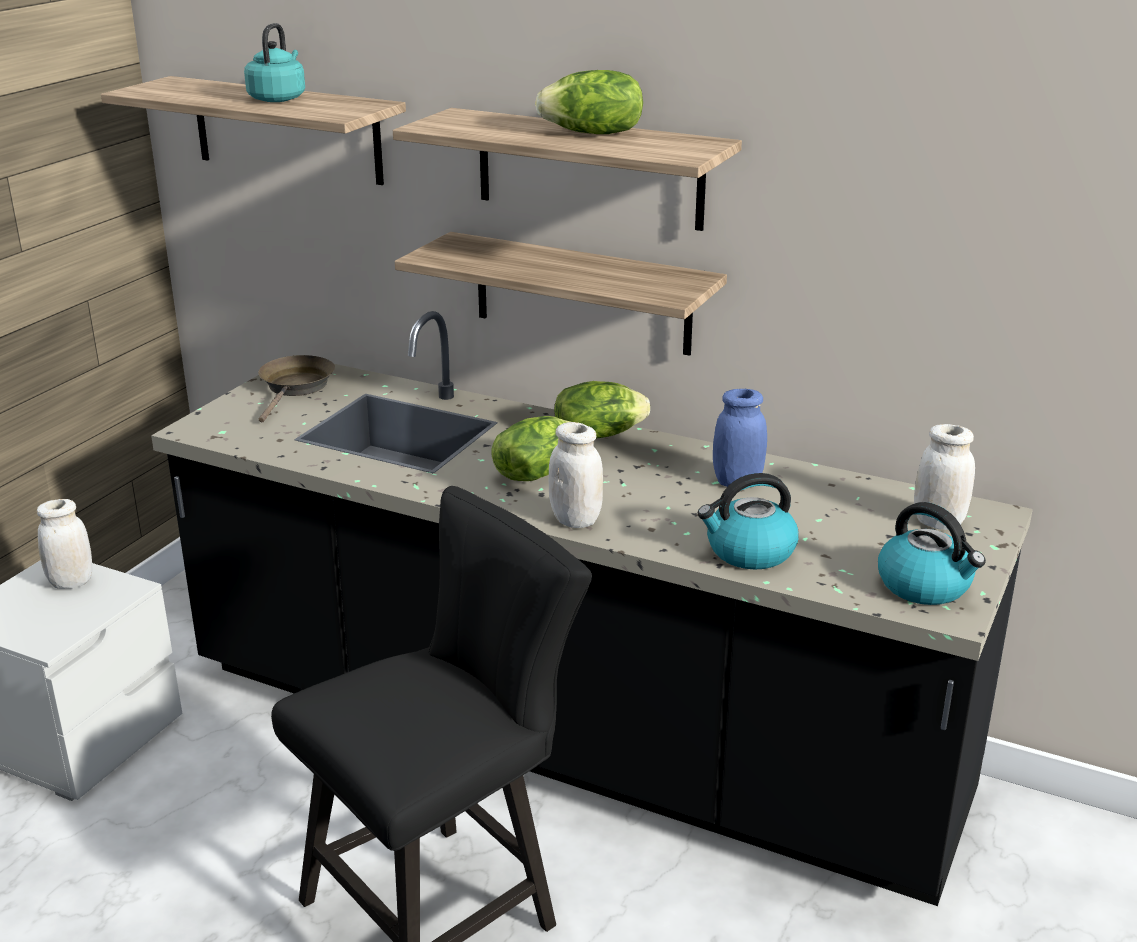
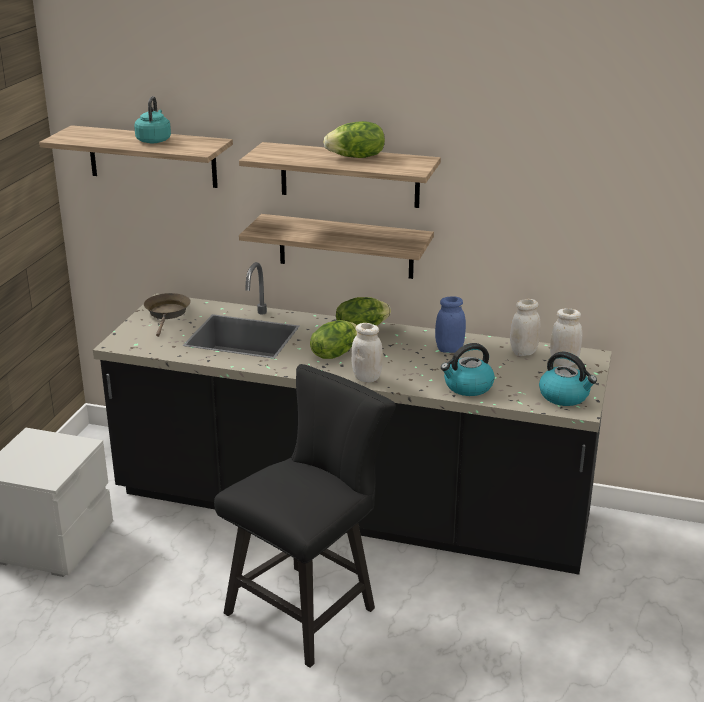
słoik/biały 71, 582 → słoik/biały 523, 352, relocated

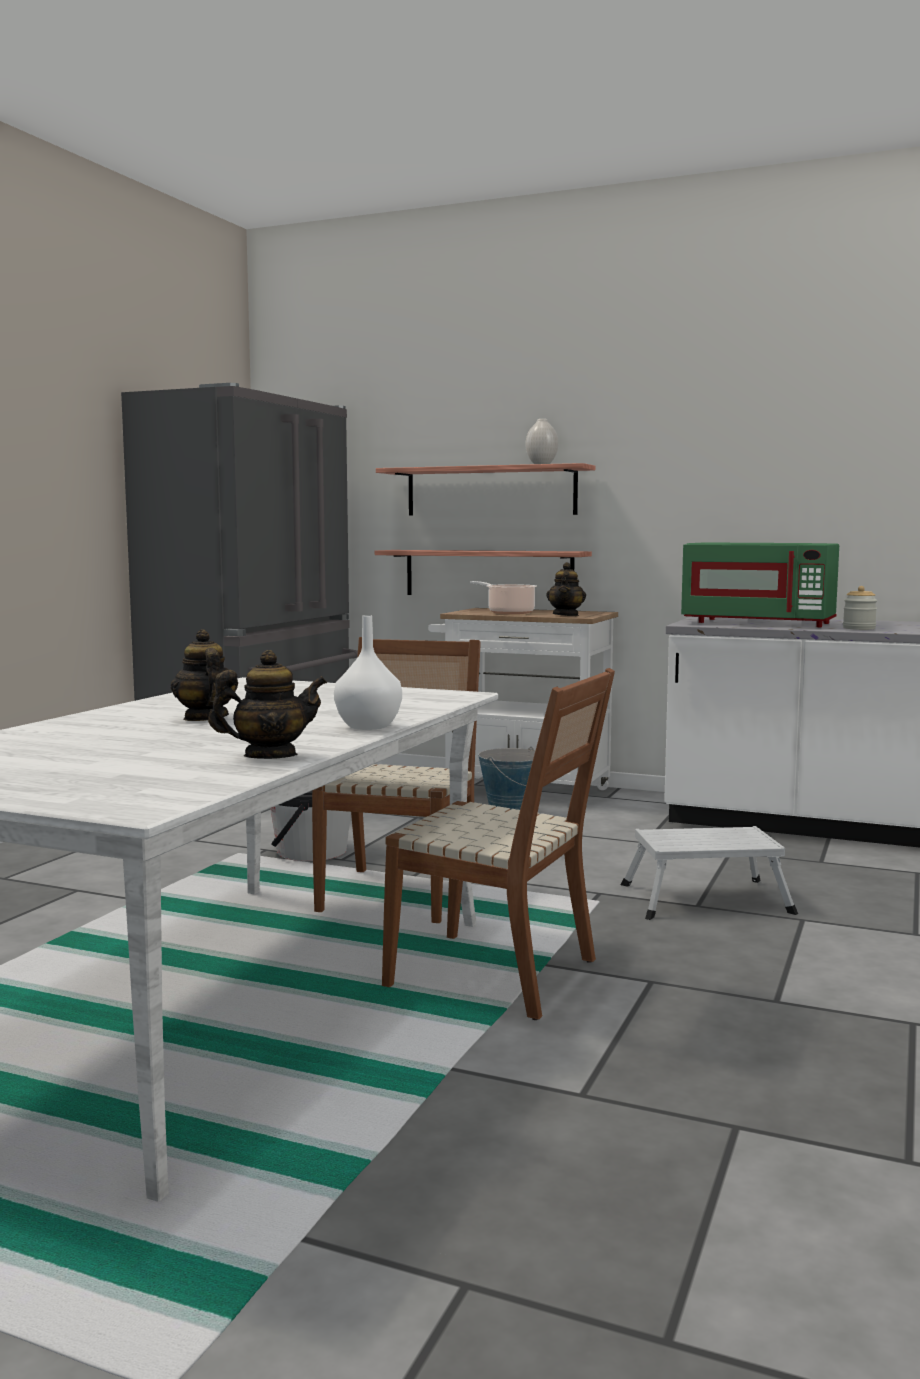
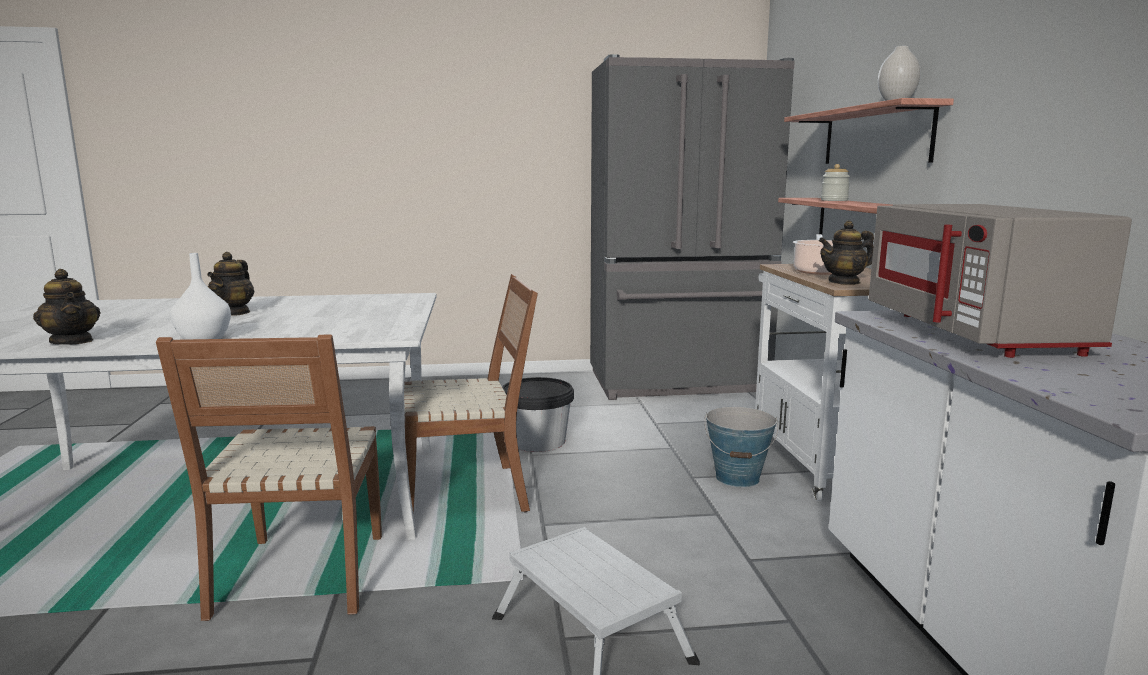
imbryk 205, 718 → imbryk 234, 313, 150 degrees clockwise
słoik 859, 628 → słoik 834, 200, relocated
mikrofalówka/zielony 759, 623 → mikrofalówka/szary 974, 332

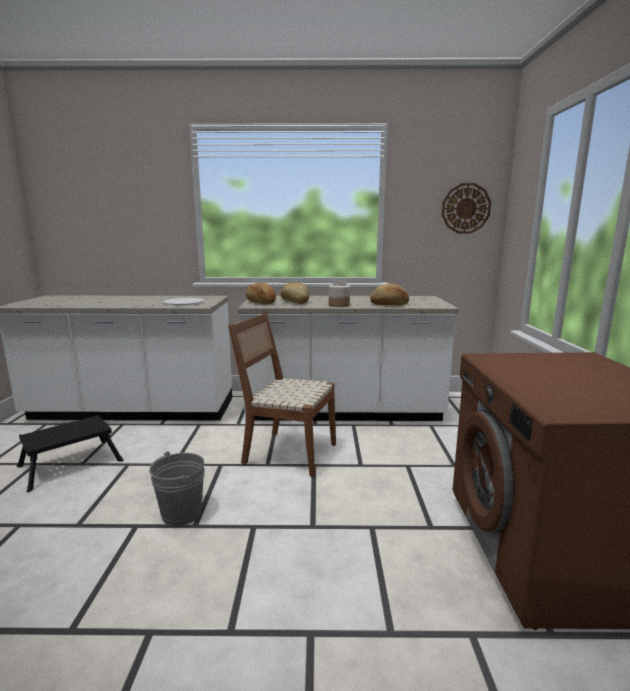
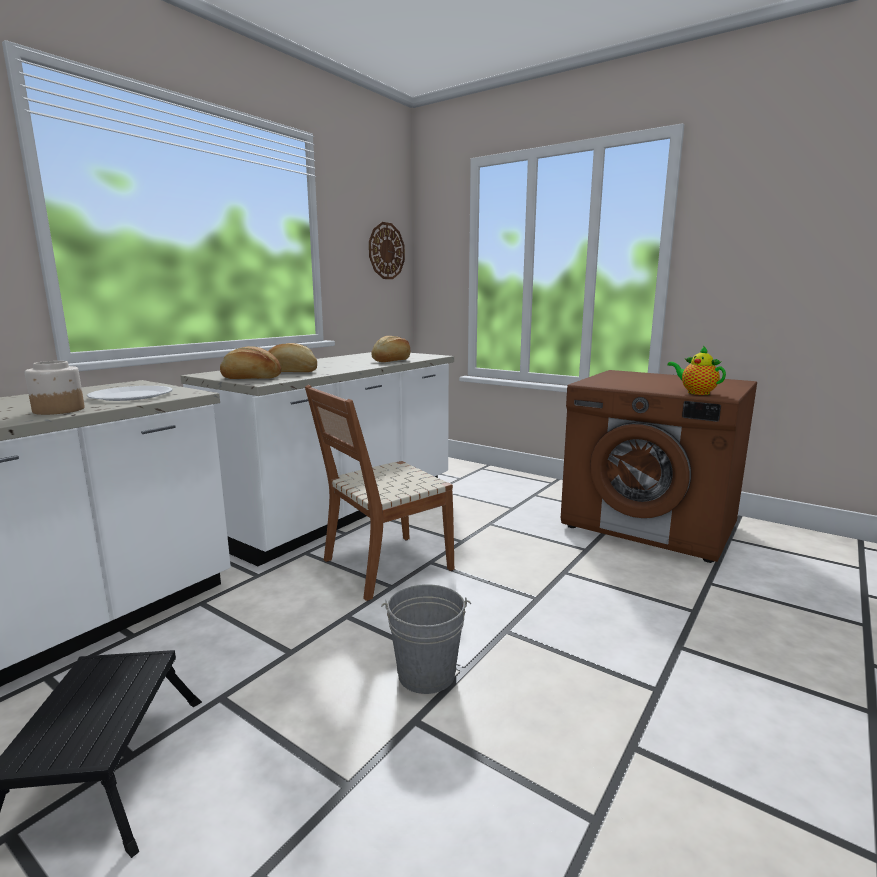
słoik 338, 305 → słoik 58, 410, relocated
- → imbryk 695, 392

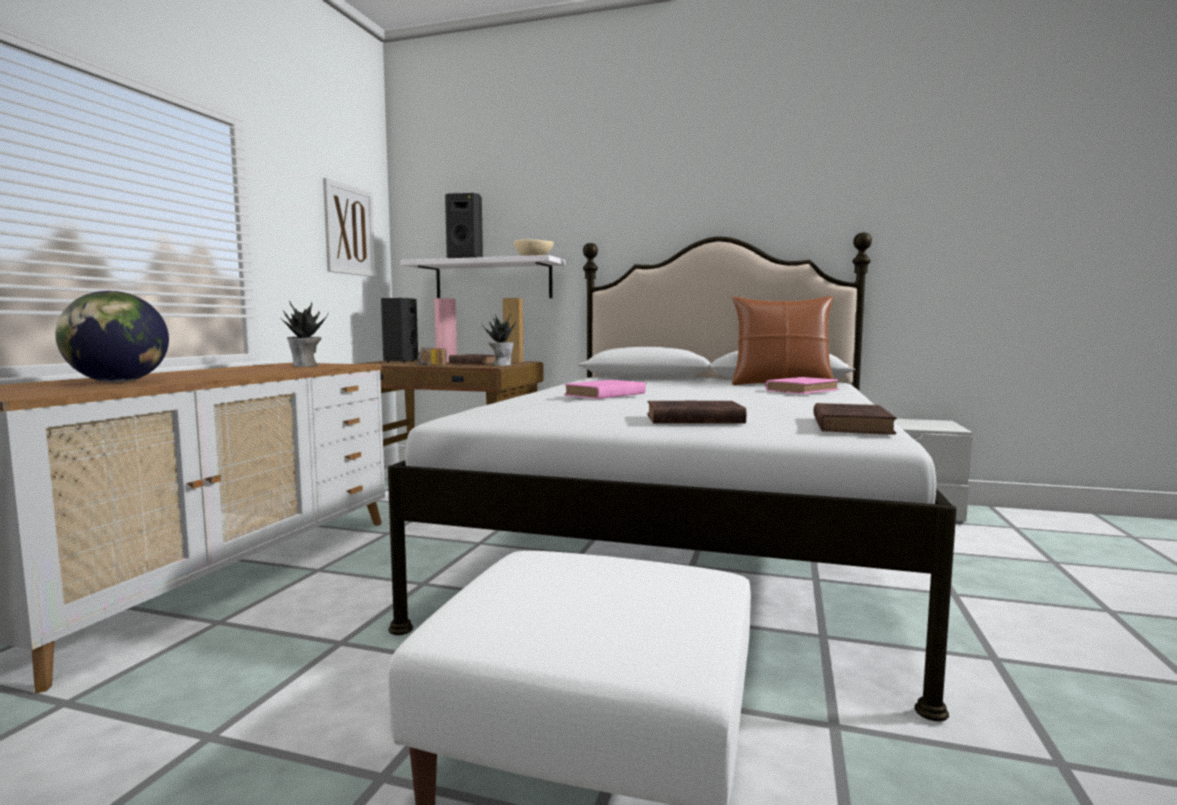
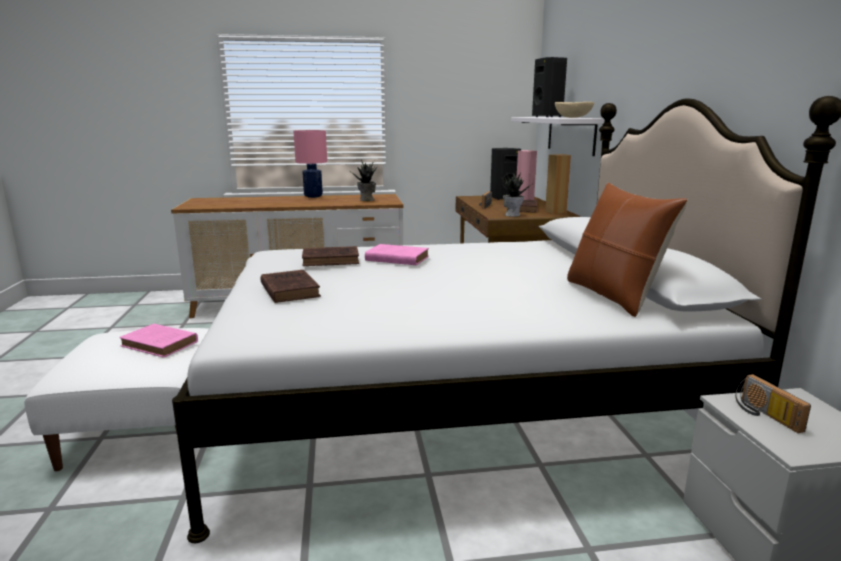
książka/różowy 803, 390 → książka/różowy 161, 344, relocated
- → lampa stołowa/różowy 313, 197
książka/brązowy 850, 425 → książka/brązowy 332, 260, relocated
- → radio 764, 415
globus 117, 382 → -
obraz 349, 230 → -

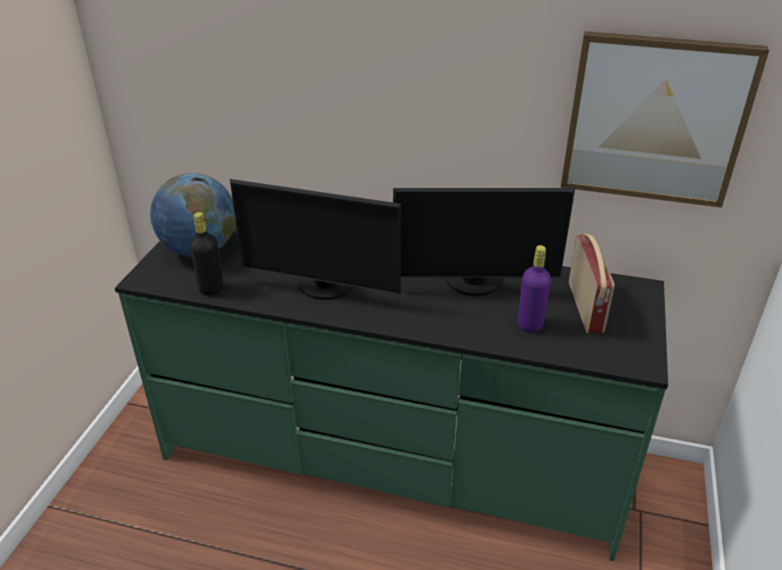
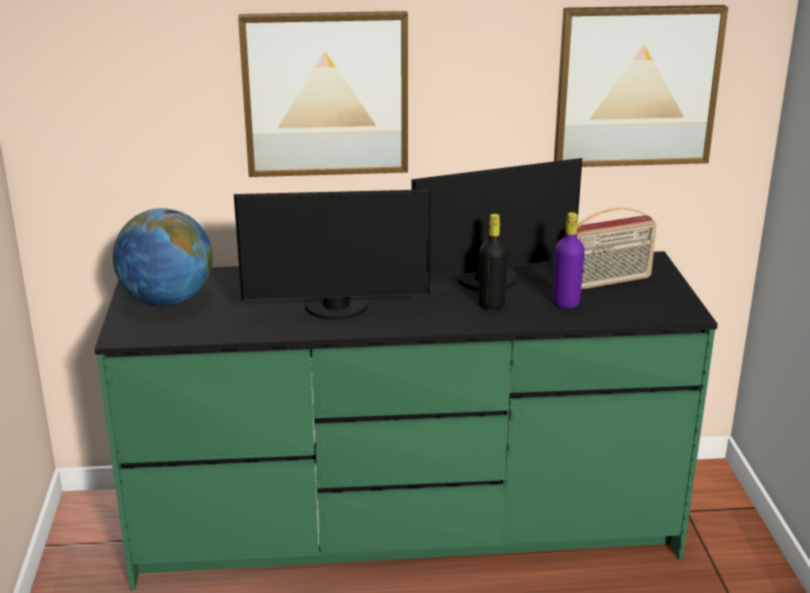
- → obraz 326, 94
butelka/czarny 211, 289 → butelka/czarny 491, 305, relocated
radio 586, 307 → radio 608, 281, 90 degrees clockwise

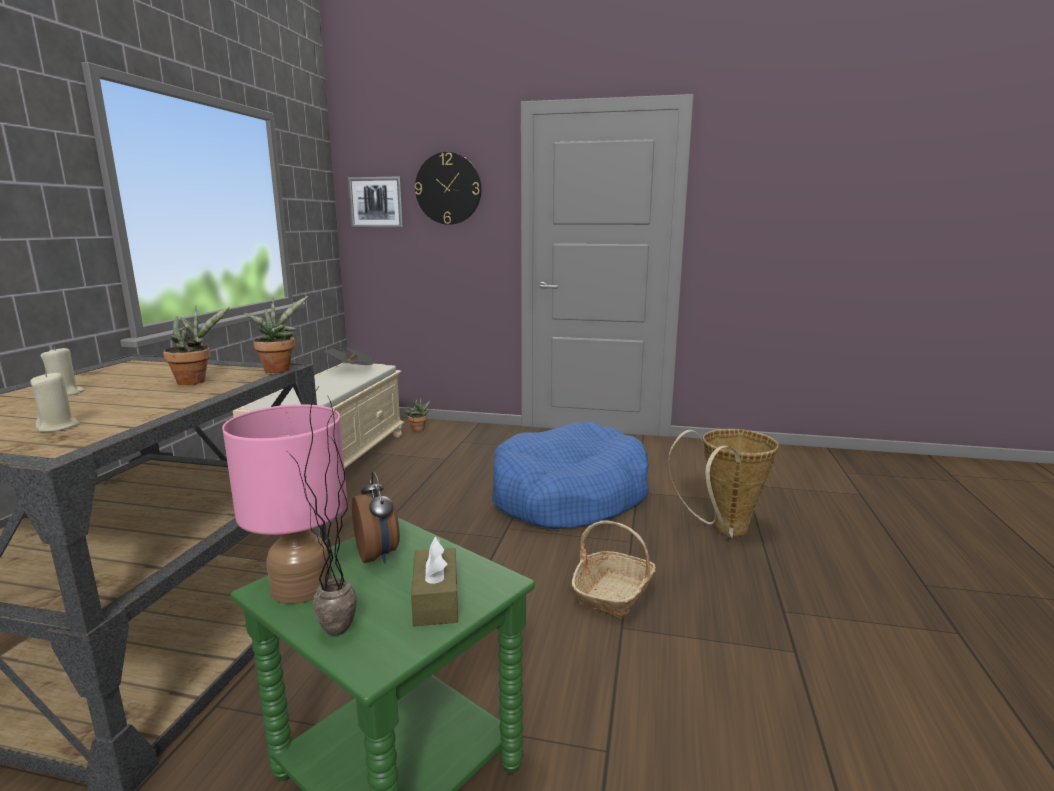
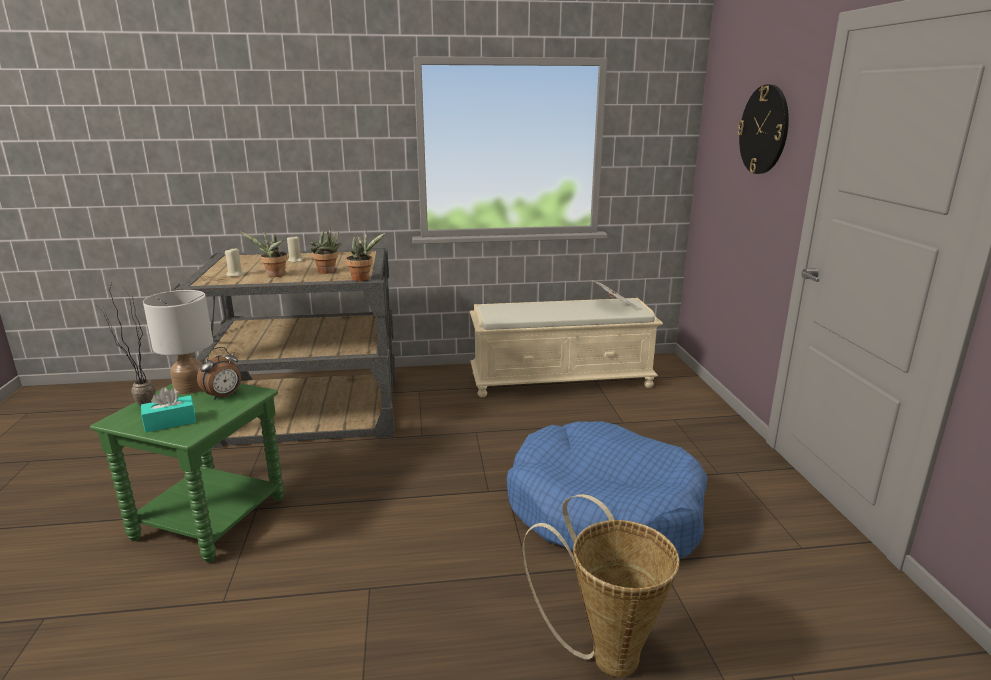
pudełko chusteczek/brązowy 436, 600 → pudełko chusteczek/turkusowy 170, 422
lampa stołowa/różowy 301, 586 → lampa stołowa/szary 191, 387
roślina doniczkowa 418, 430 → roślina doniczkowa 274, 275, relocated
obraz 376, 202 → -
koszyk 614, 593 → -

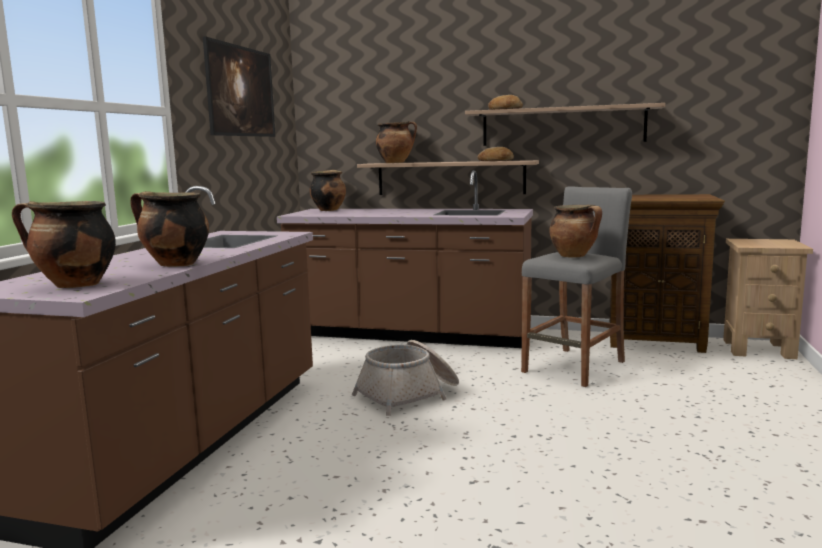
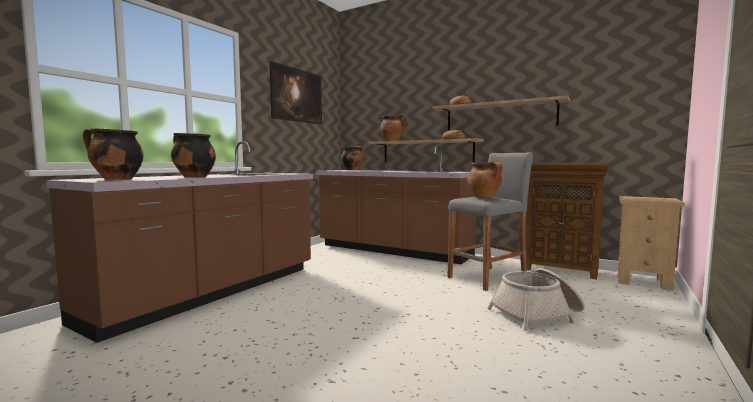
koszyk 409, 395 → koszyk 537, 314, relocated

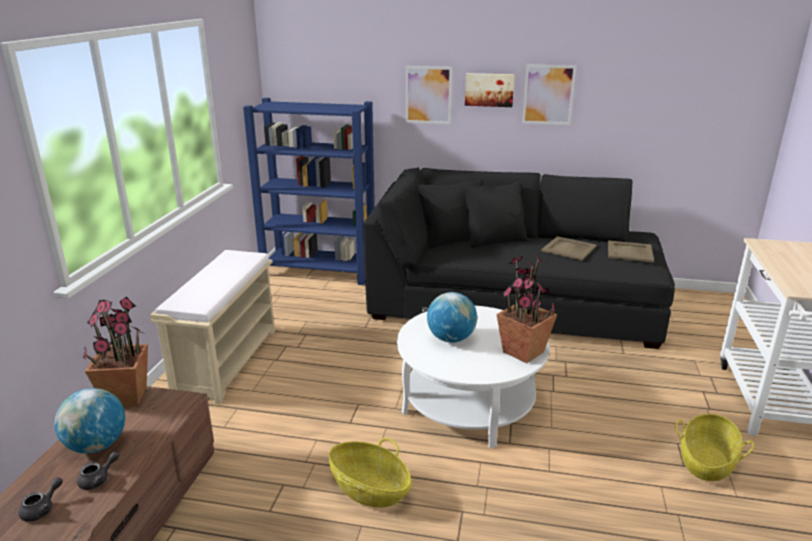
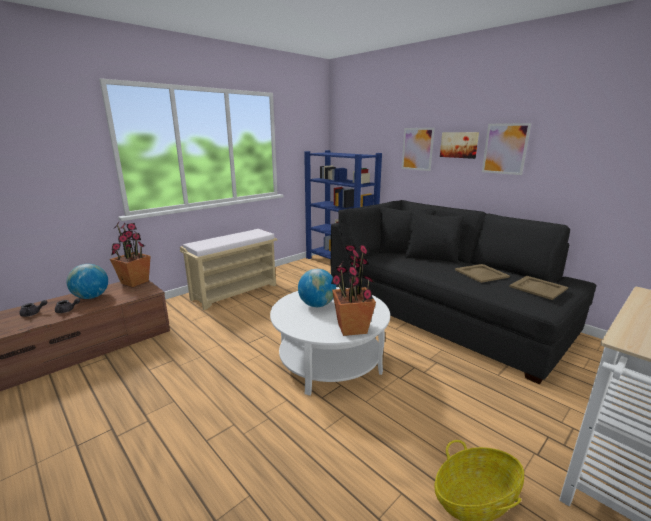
koszyk 370, 489 → -

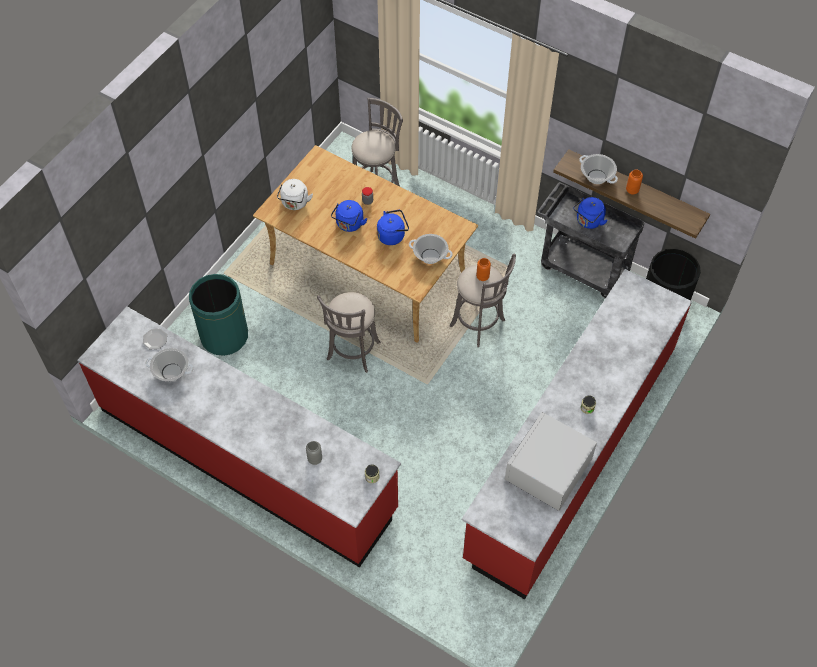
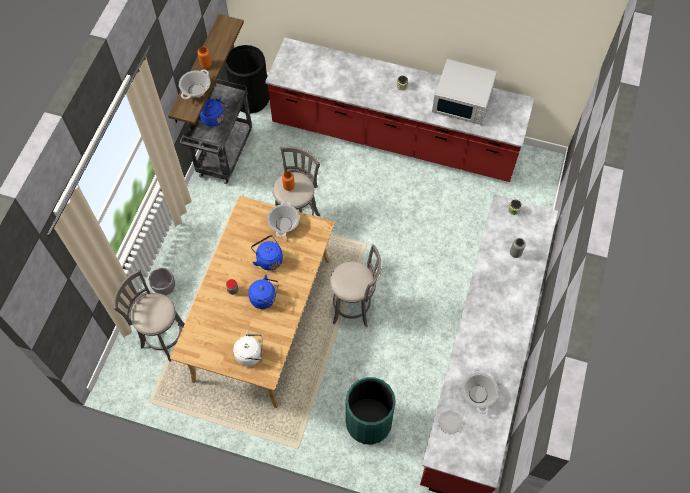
- → donica/szary 165, 288

